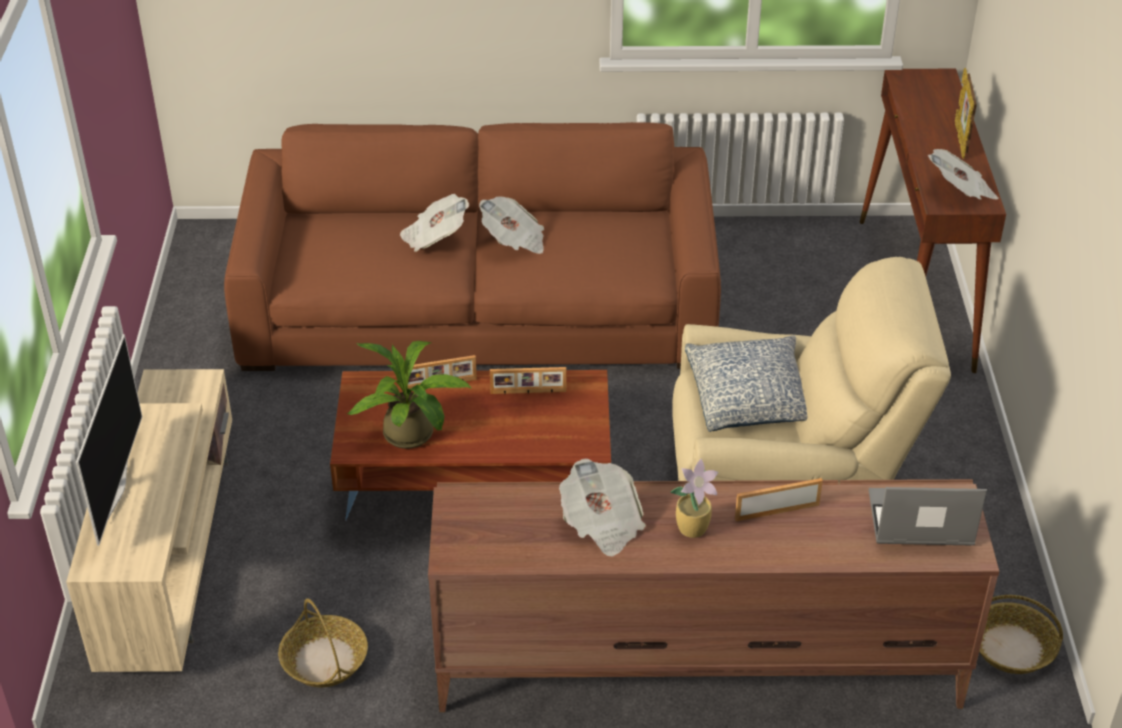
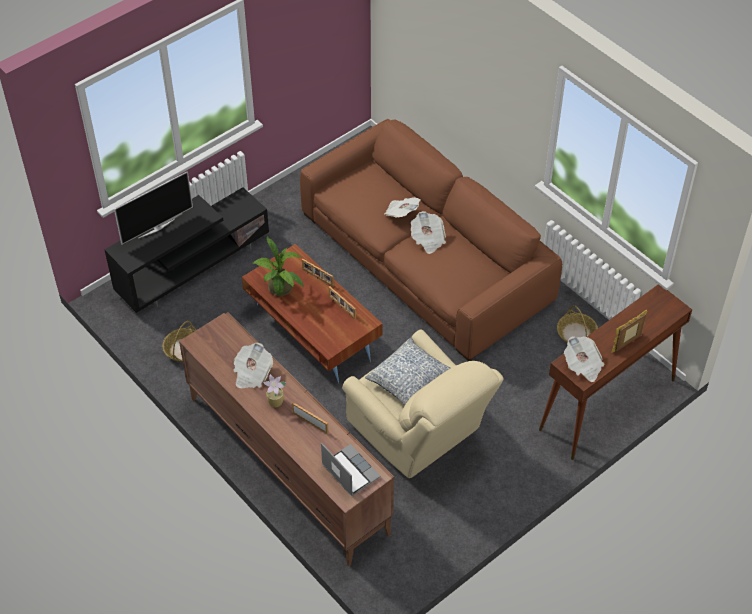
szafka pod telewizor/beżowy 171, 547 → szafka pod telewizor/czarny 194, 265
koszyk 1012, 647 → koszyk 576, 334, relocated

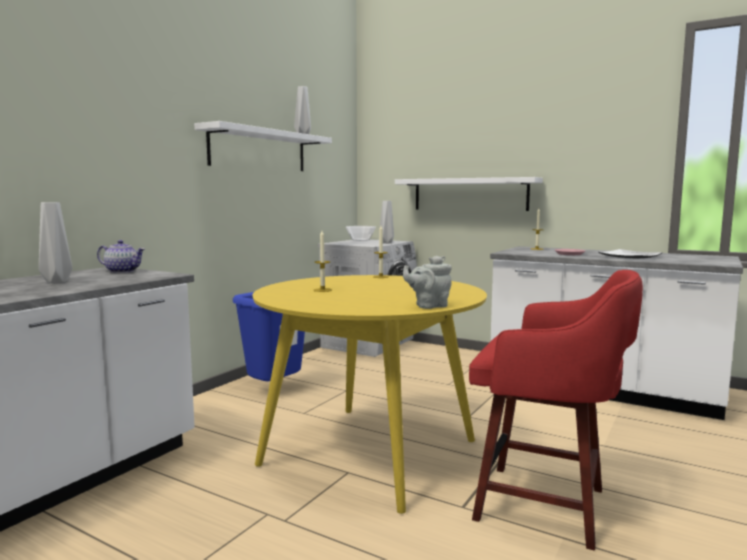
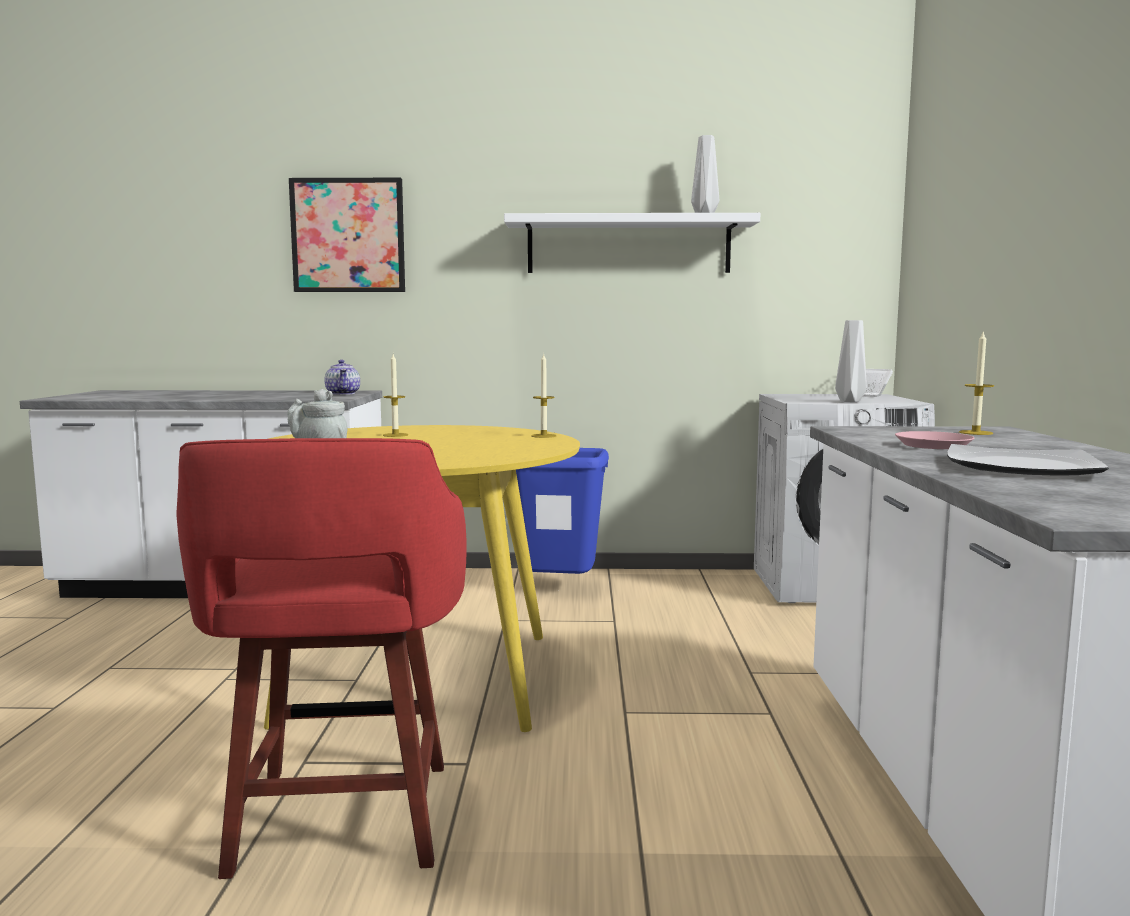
- → obraz 348, 236
wazon/szary 58, 281 → -
półka/biały 470, 194 → -

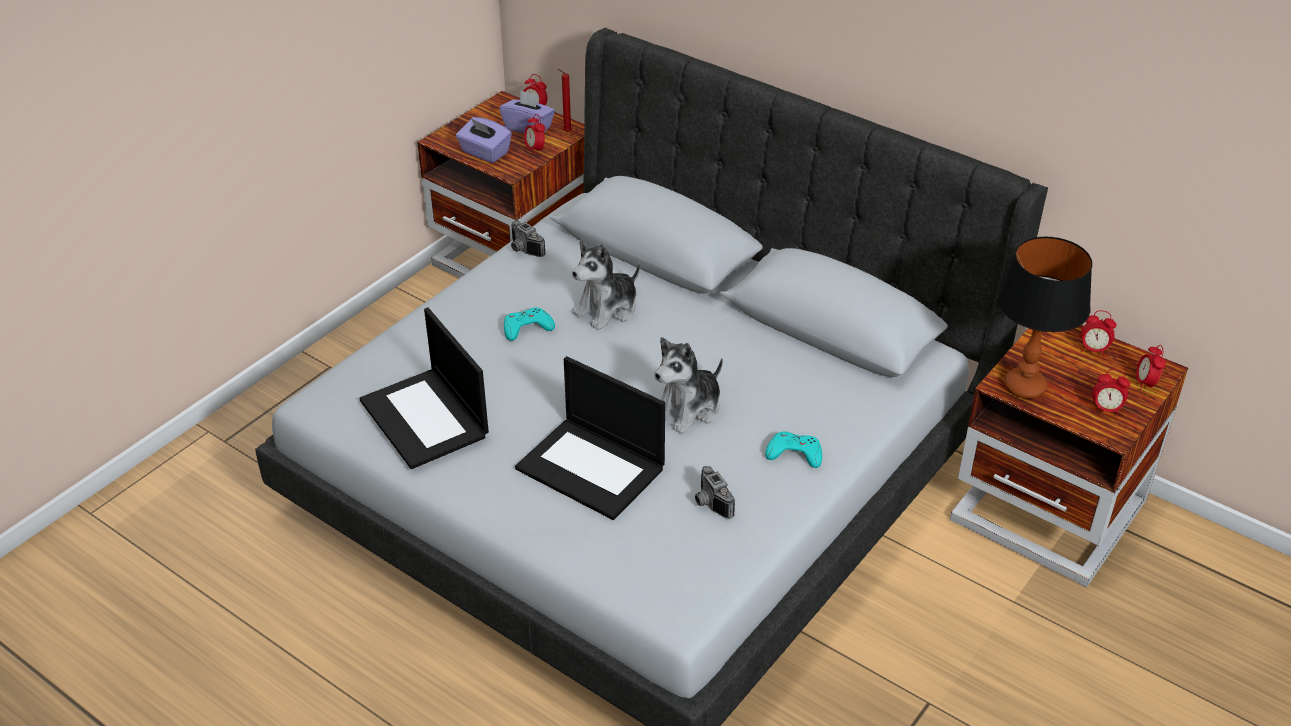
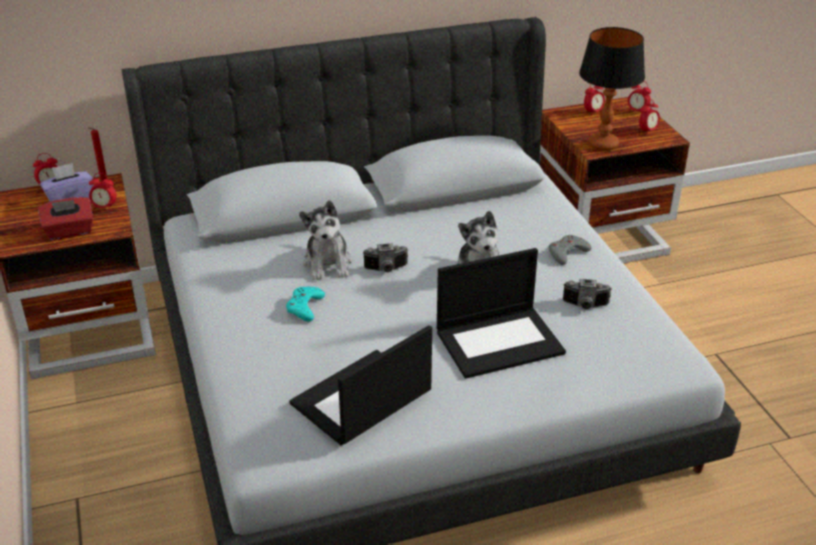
pudełko chusteczek/fioletowy 484, 153 → pudełko chusteczek/czerwony 69, 231
laptop 426, 419 → laptop 361, 399, 135 degrees clockwise
aparat fotograficzny 523, 250 → aparat fotograficzny 386, 269, relocated
pad do gier/turkusowy 794, 453 → pad do gier/szary 567, 253

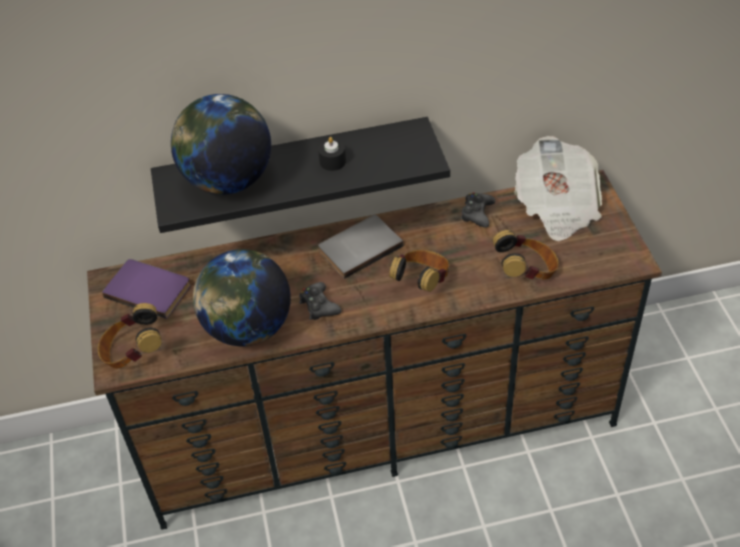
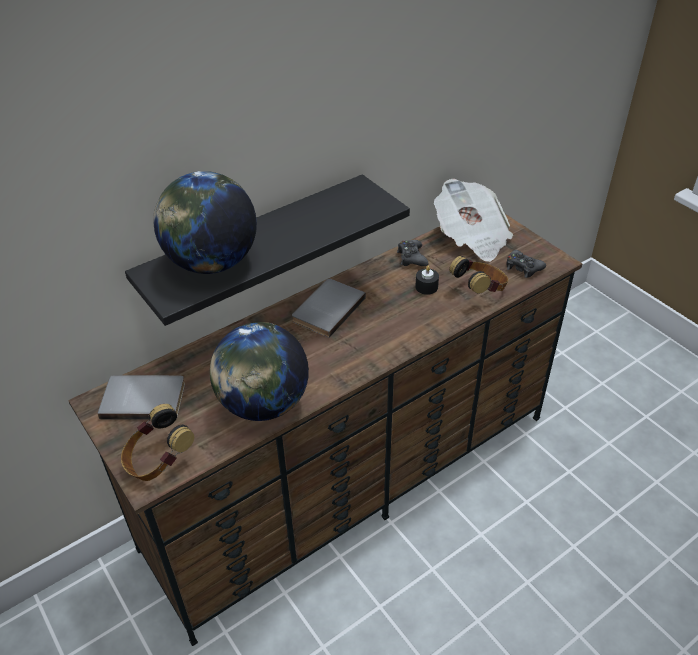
książka/fioletowy 149, 289 → książka/szary 144, 398
świeca/czarny 332, 161 → świeca/czarny 426, 287, relocated
pad do gier/czarny 319, 306 → pad do gier/czarny 523, 268, relocated
słuchawki 422, 282 → -

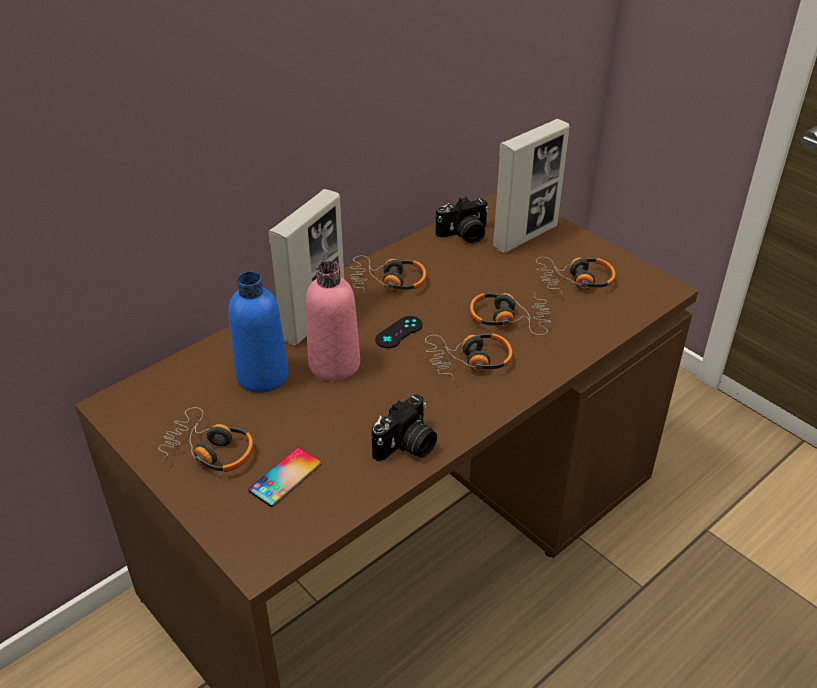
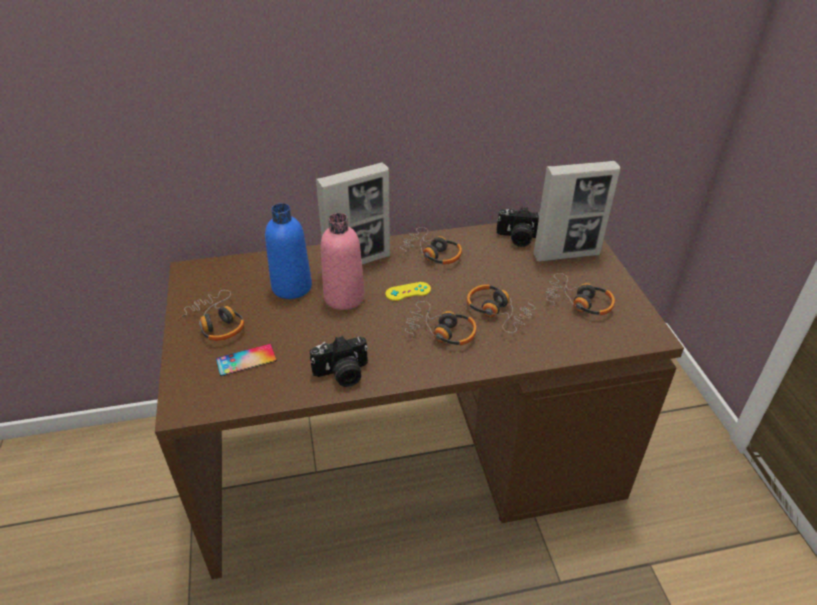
pad do gier/czarny 399, 332 → pad do gier/żółty 408, 291

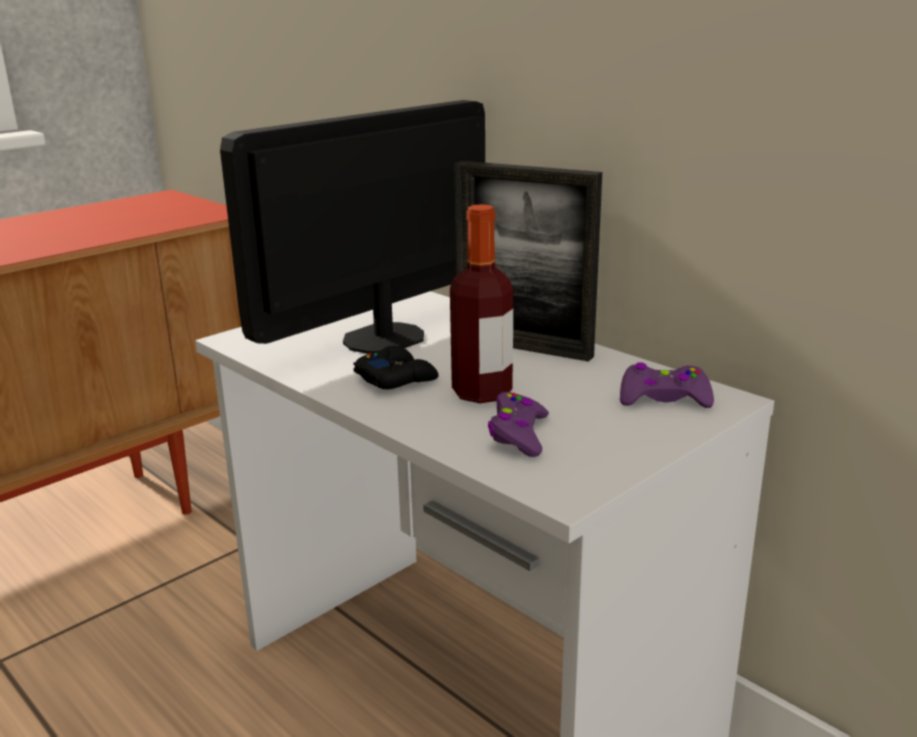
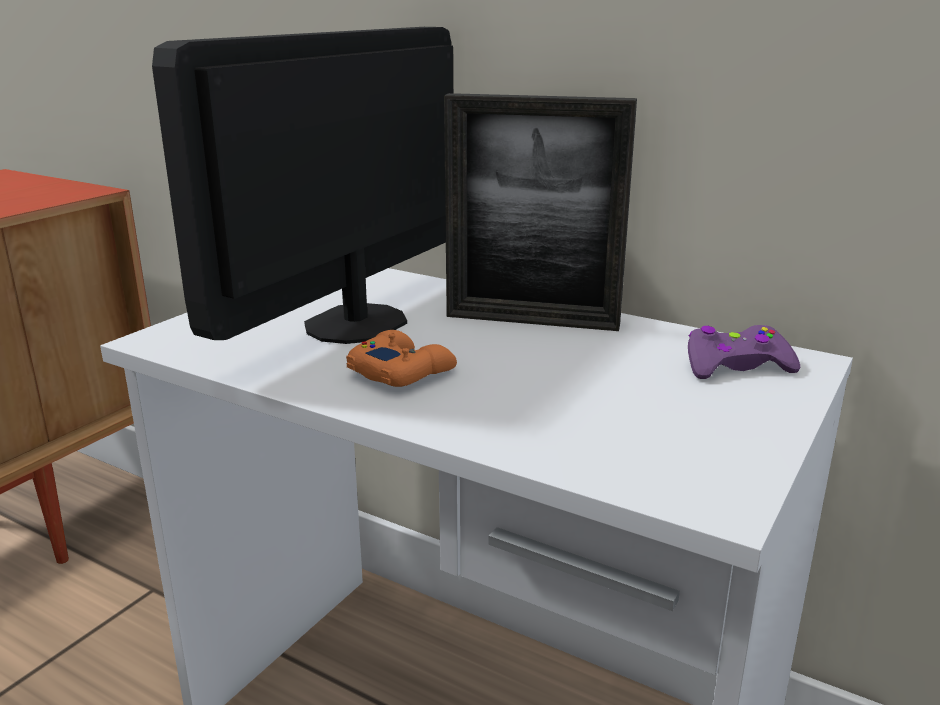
pad do gier/czarny 396, 378 → pad do gier/pomarańczowy 401, 371
butelka 482, 393 → -
pad do gier/fioletowy 518, 434 → -

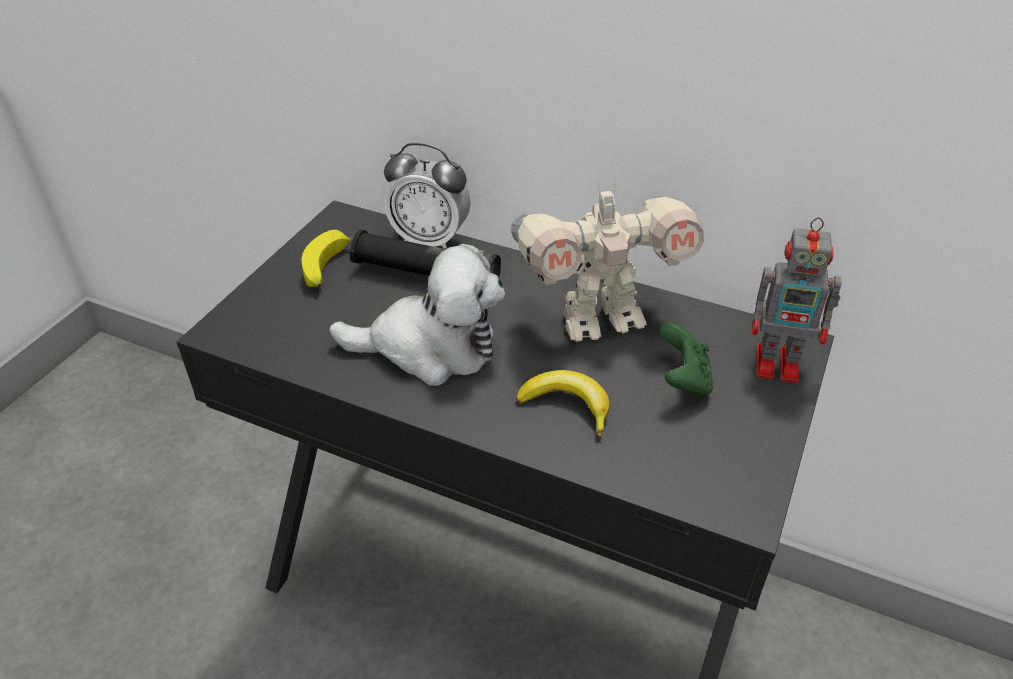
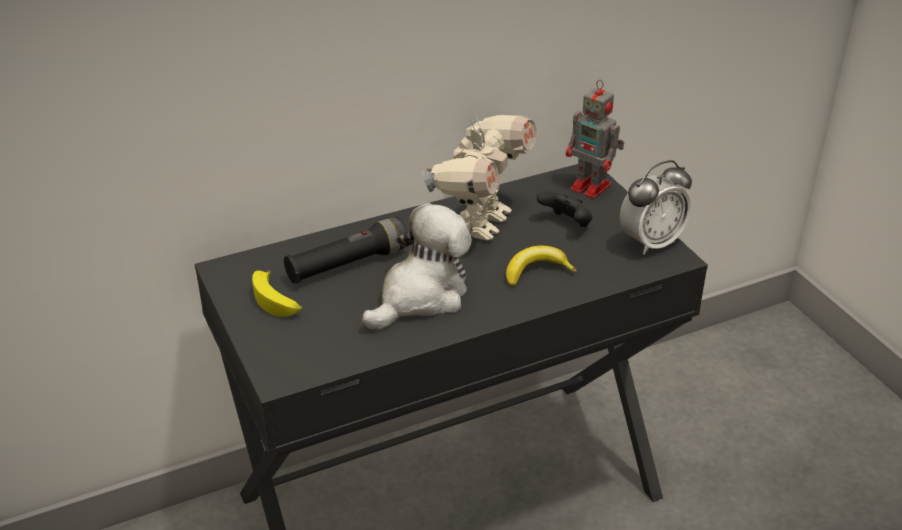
pad do gier/zielony 683, 381 → pad do gier/czarny 566, 224
robot zabawkowy 780, 364 → robot zabawkowy 592, 187, 75 degrees clockwise
budzik 430, 240 → budzik 651, 242, relocated

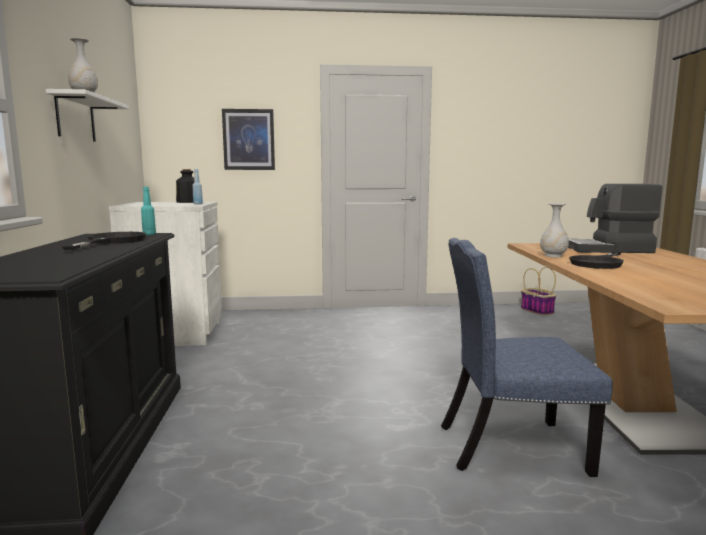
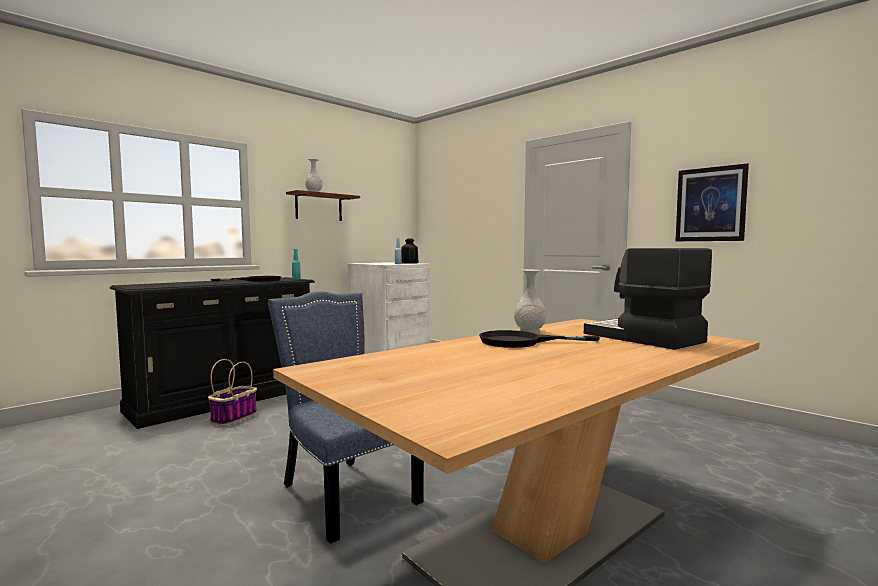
koszyk 536, 311 → koszyk 234, 417, relocated
półka/biały 75, 118 → półka/brązowy 319, 207
obraz 248, 139 → obraz 710, 204, relocated

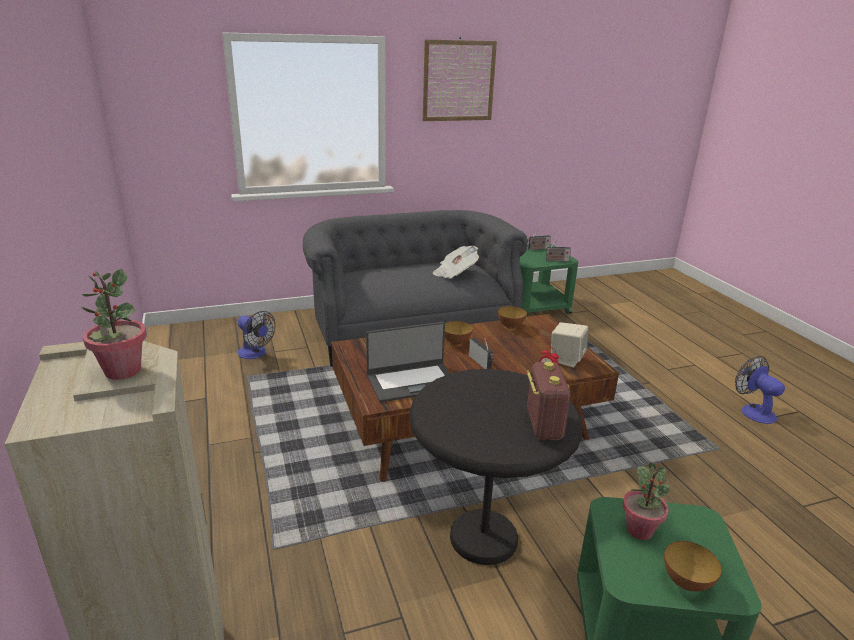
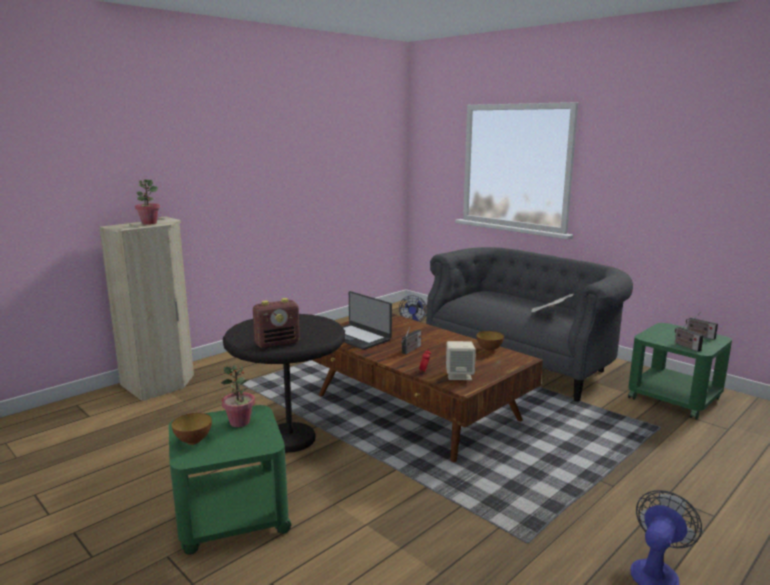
obraz 458, 79 → -
miska 456, 342 → -

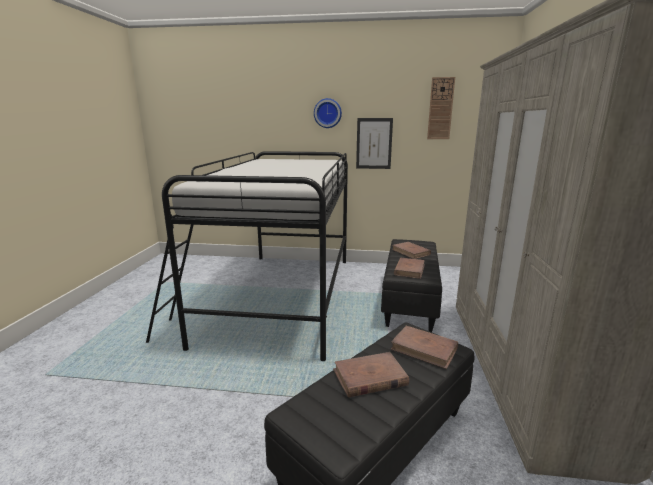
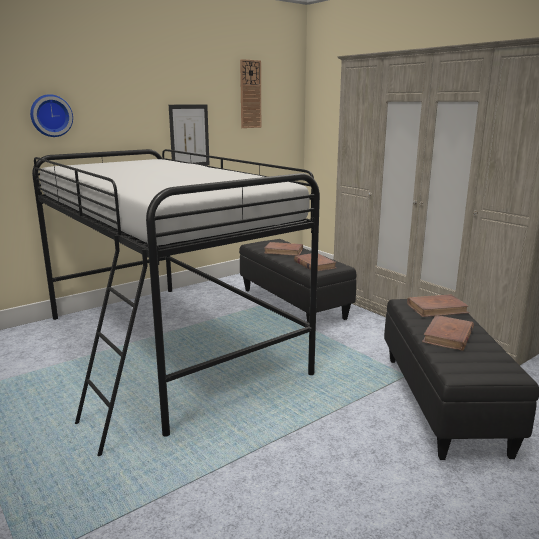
zegar ścienny 327, 113 → zegar ścienny 51, 115, relocated

